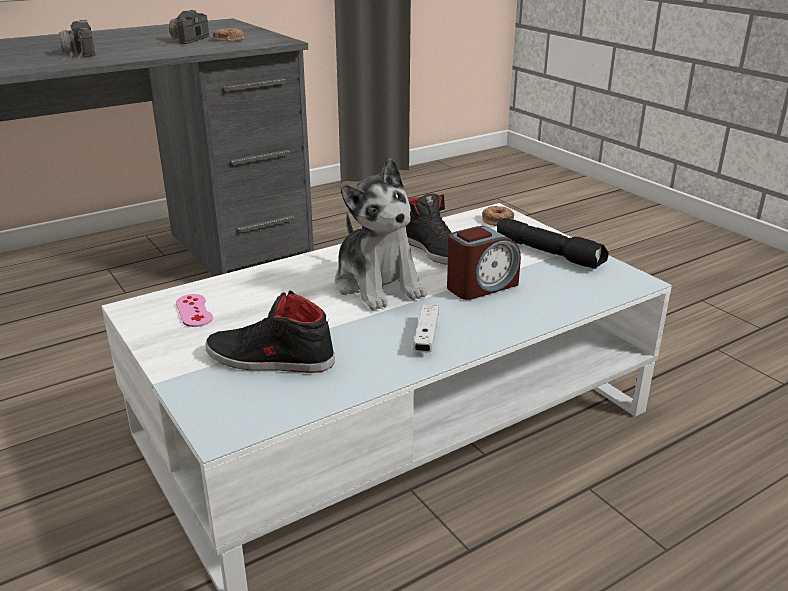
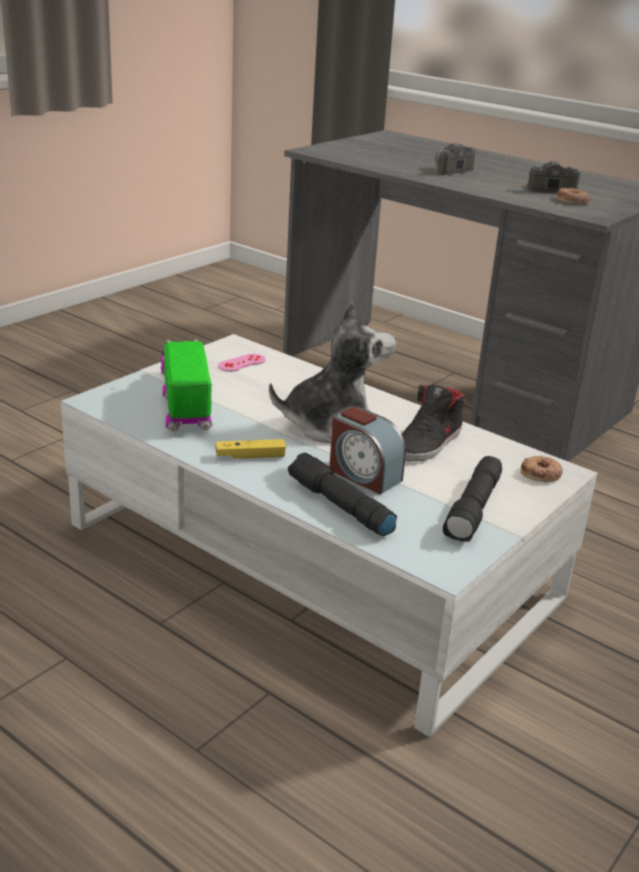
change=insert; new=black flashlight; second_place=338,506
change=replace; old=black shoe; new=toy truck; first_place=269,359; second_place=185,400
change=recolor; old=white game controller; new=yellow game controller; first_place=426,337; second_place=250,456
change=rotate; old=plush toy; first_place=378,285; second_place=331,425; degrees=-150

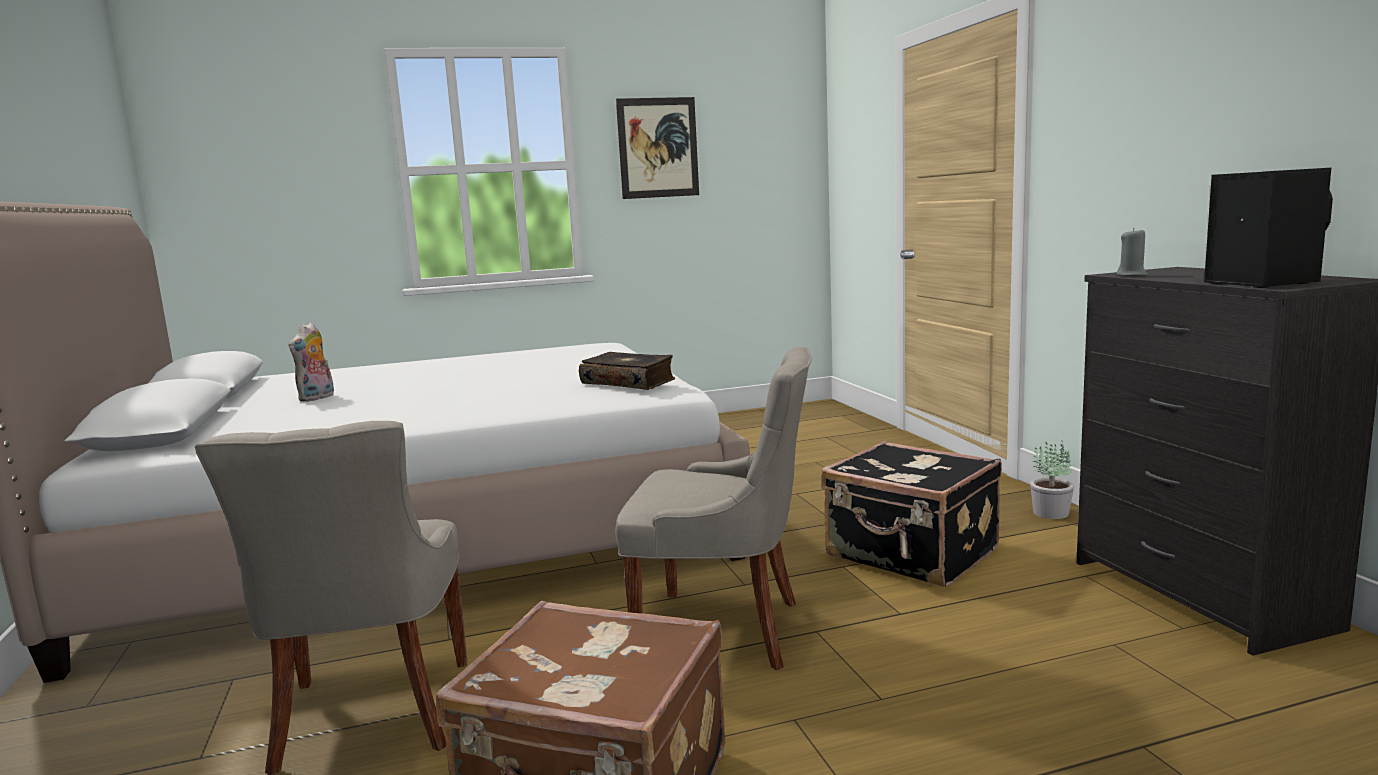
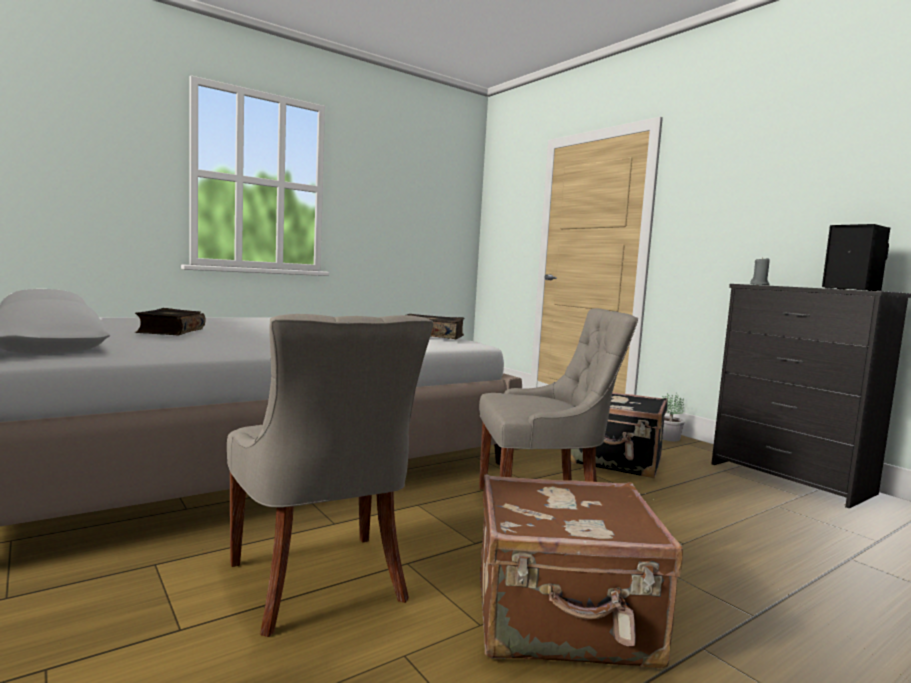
change=delete; old=picture; first_place=658,148
change=replace; old=plush toy; new=book; first_place=317,398; second_place=170,331

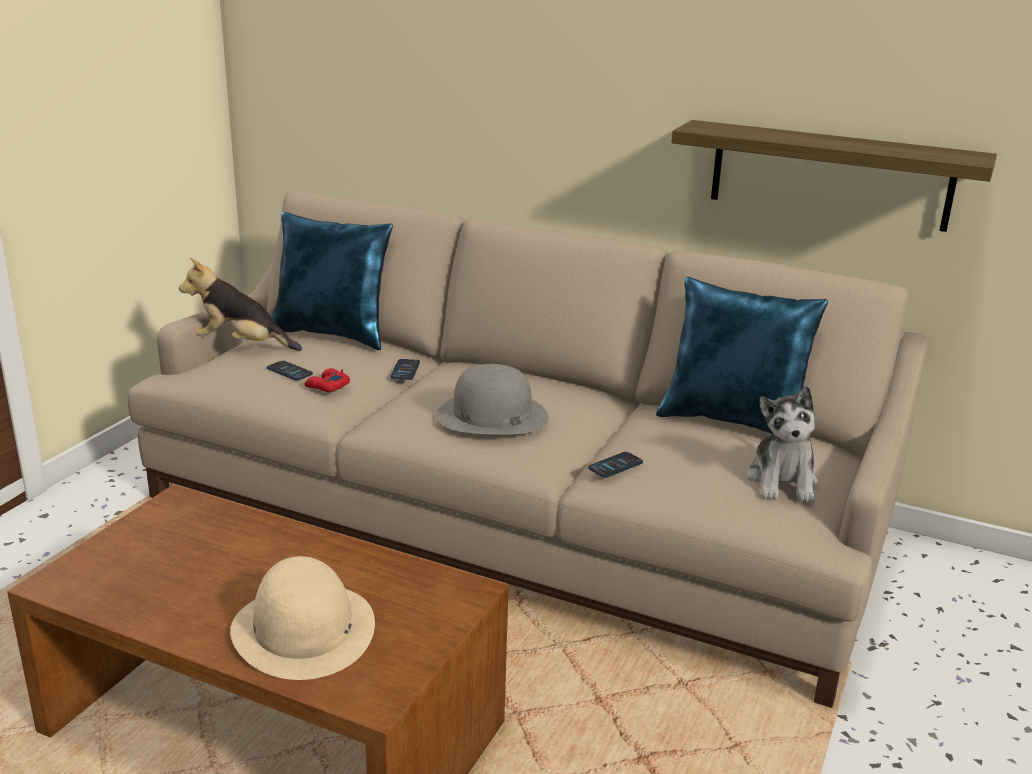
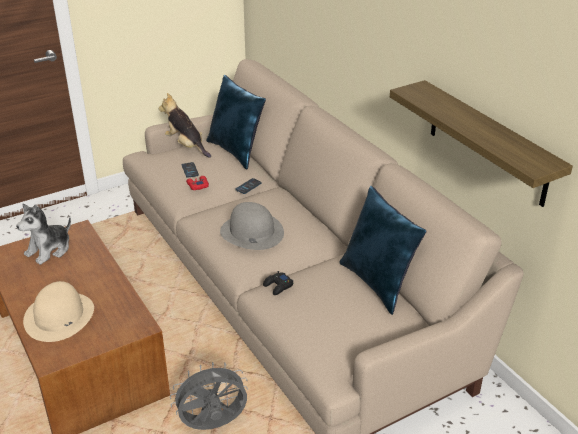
change=insert; new=grey fan; second_place=213,426
change=move; old=plush toy; first_place=782,481; second_place=49,250
change=replace; old=phone; new=black game controller; first_place=615,466; second_place=278,286

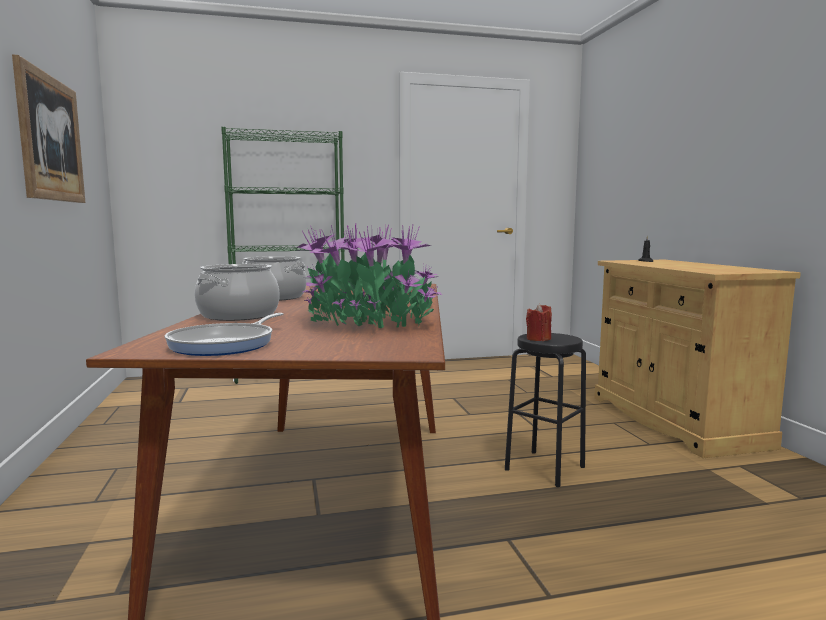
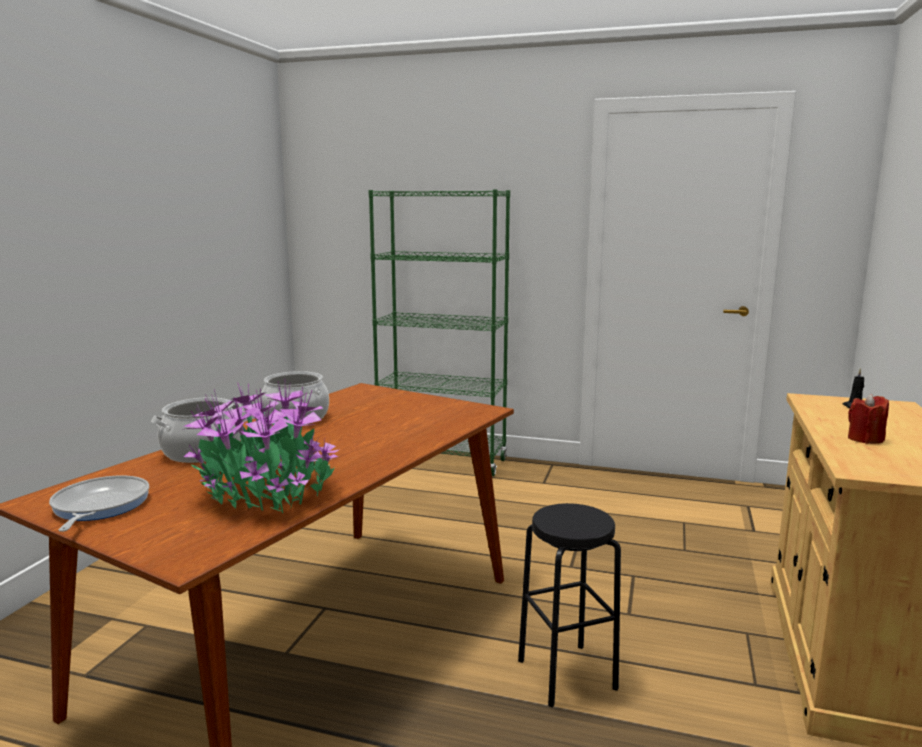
change=delete; old=picture; first_place=51,139
change=move; old=red candle; first_place=538,339; second_place=865,439
change=rotate; old=frying pan; first_place=226,344; second_place=98,507; degrees=120

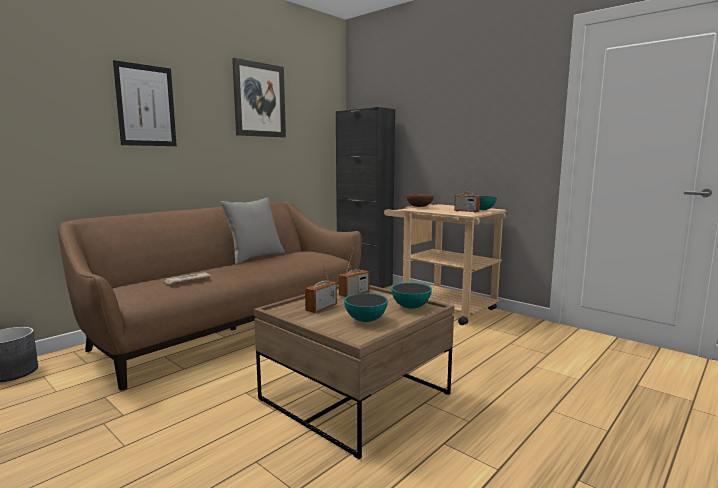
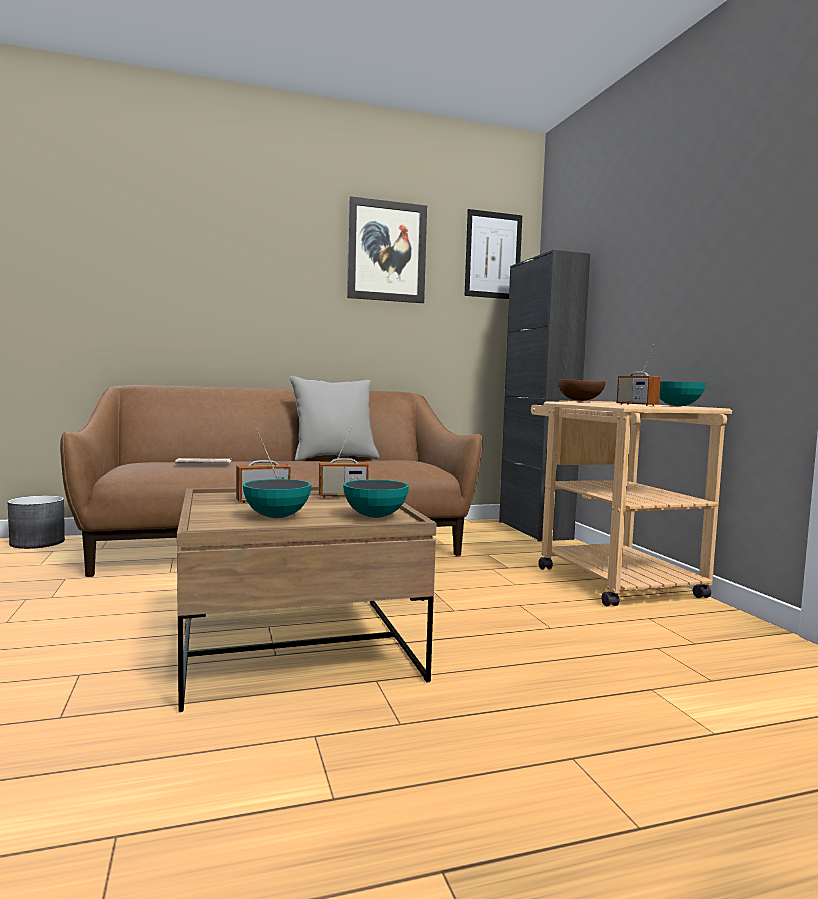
change=move; old=picture; first_place=146,105; second_place=493,255

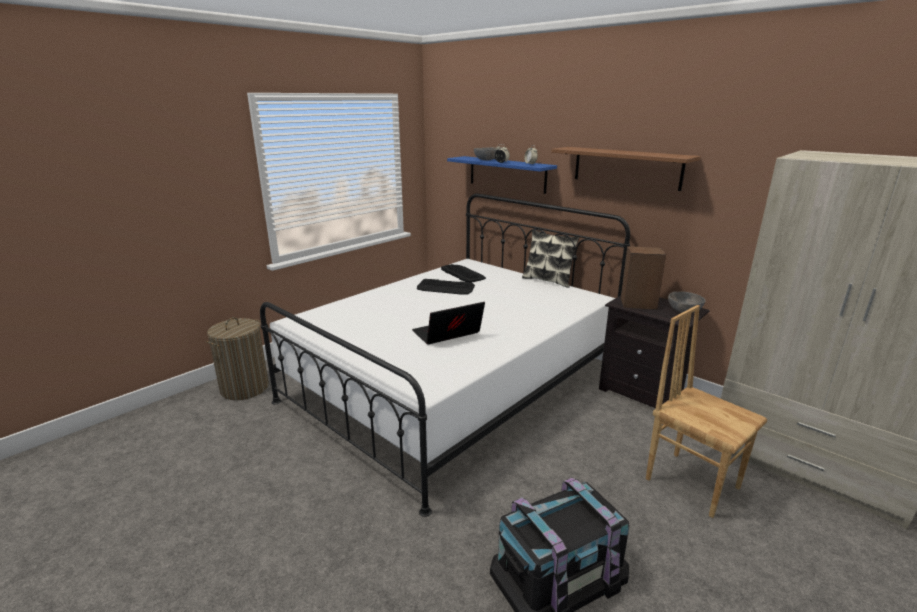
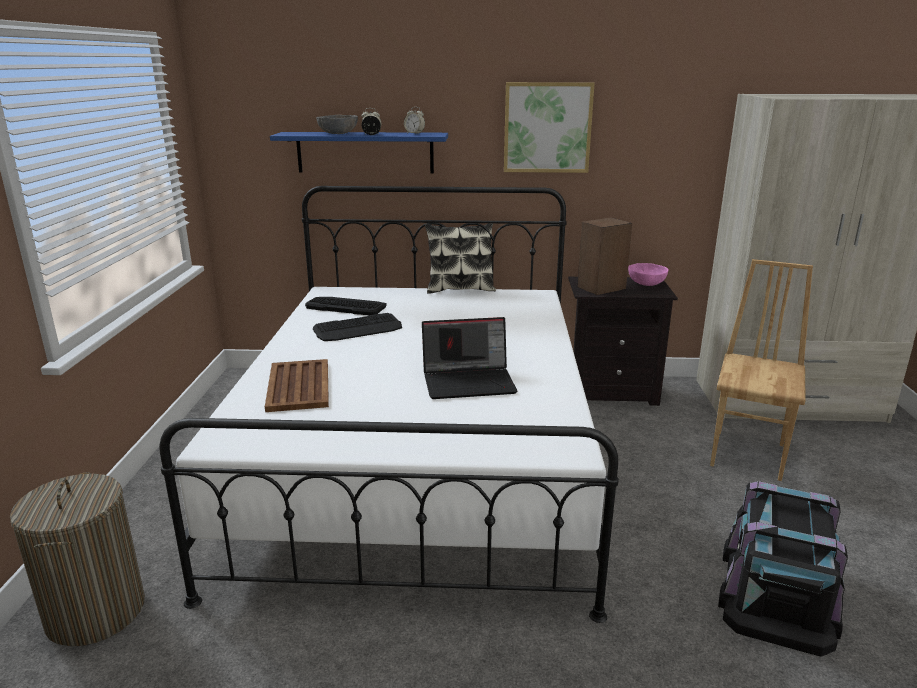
change=insert; new=brown tray; second_place=299,385
change=replace; old=brown shelf; new=picture; first_place=626,167; second_place=547,128
change=recolor; old=grey bowl; new=pink bowl; first_place=684,310; second_place=646,283
change=rotate; old=laptop; first_place=447,334; second_place=469,381; degrees=-120
change=rotate; old=brown chair; first_place=692,482; second_place=749,455; degrees=105

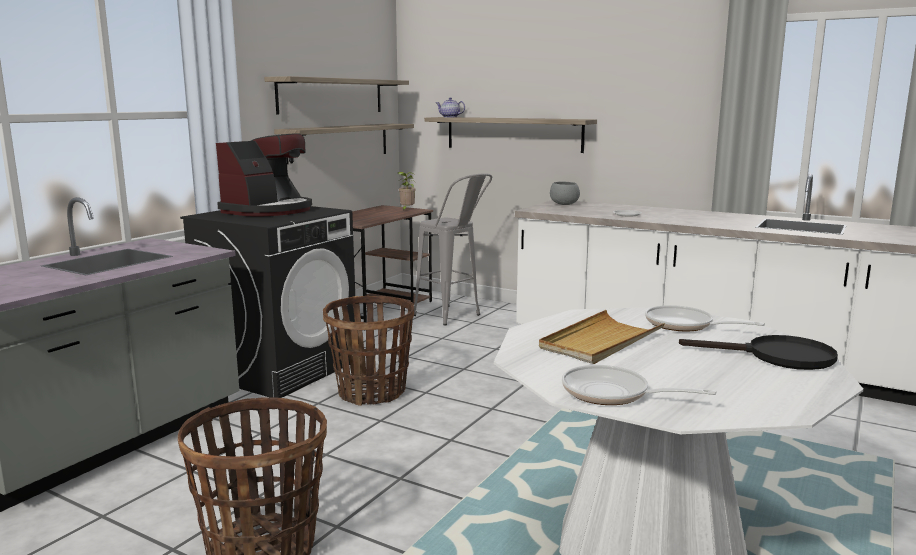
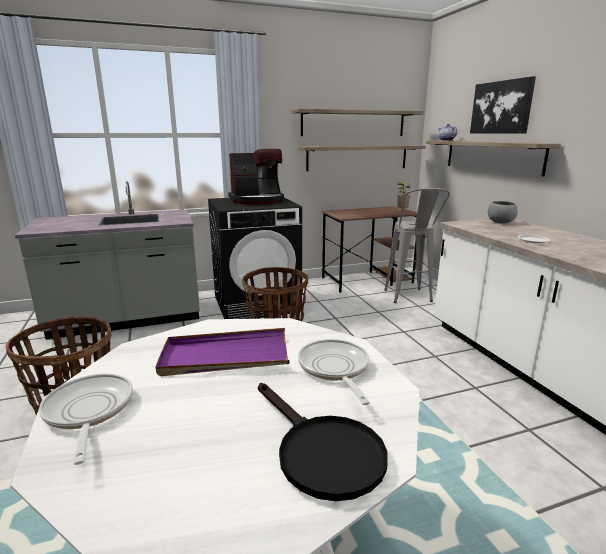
change=insert; new=picture; second_place=501,107
change=recolor; old=beige tray; new=purple tray; first_place=600,341; second_place=225,356

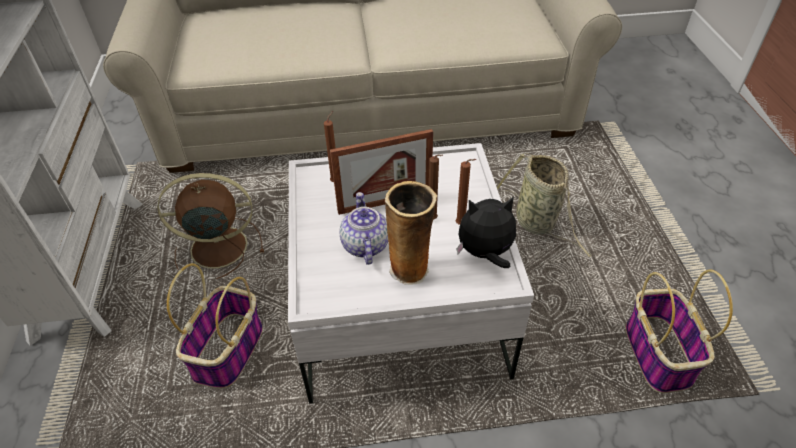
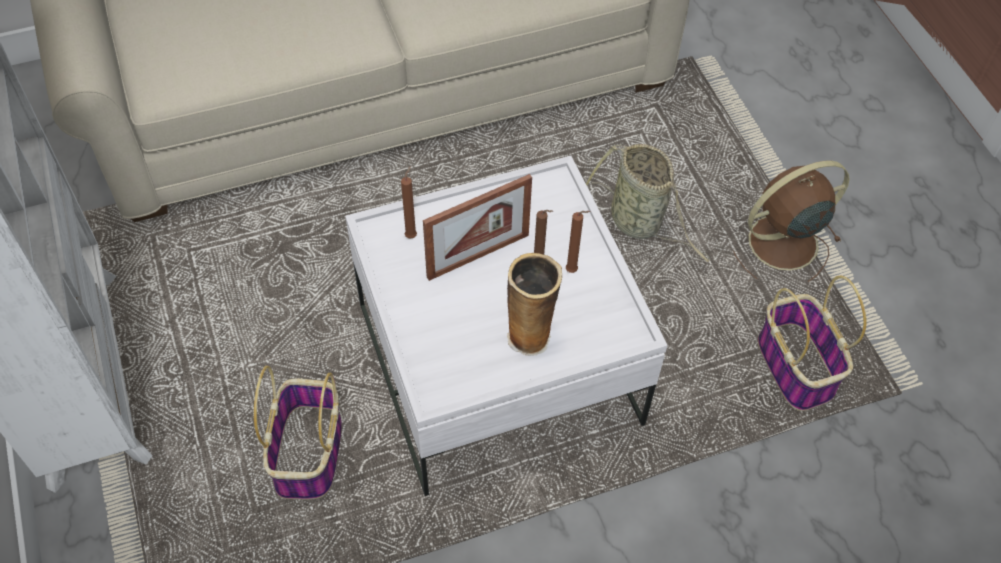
change=delete; old=teapot; first_place=364,245
change=delete; old=plush toy; first_place=485,254
change=move; old=brown fan; first_place=216,248; second_place=779,244

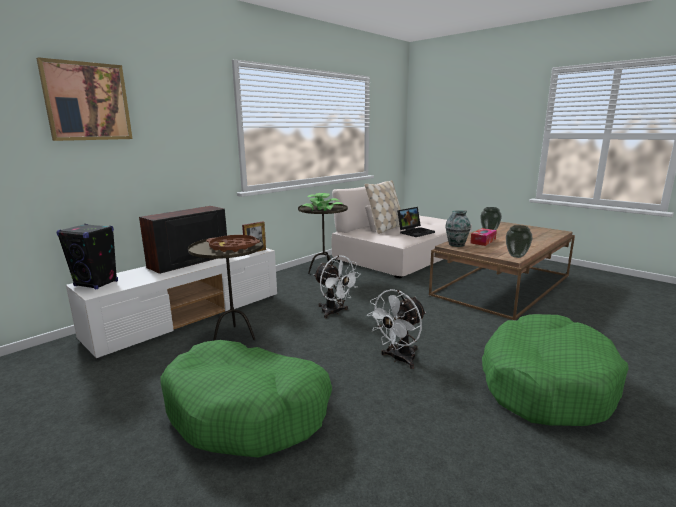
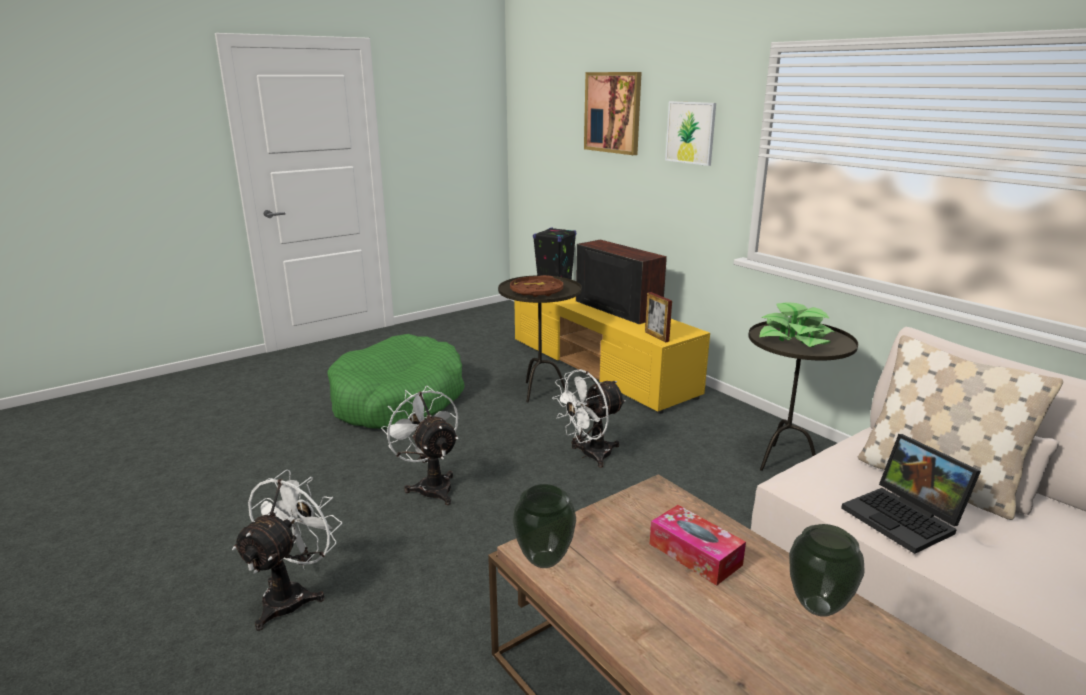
change=delete; old=vase; first_place=456,245
change=insert; new=picture; second_place=690,132
change=replace; old=green dog bed; new=white fan; first_place=545,383; second_place=293,595
change=recolor; old=white tv stand; new=yellow tv stand; first_place=189,316; second_place=602,368

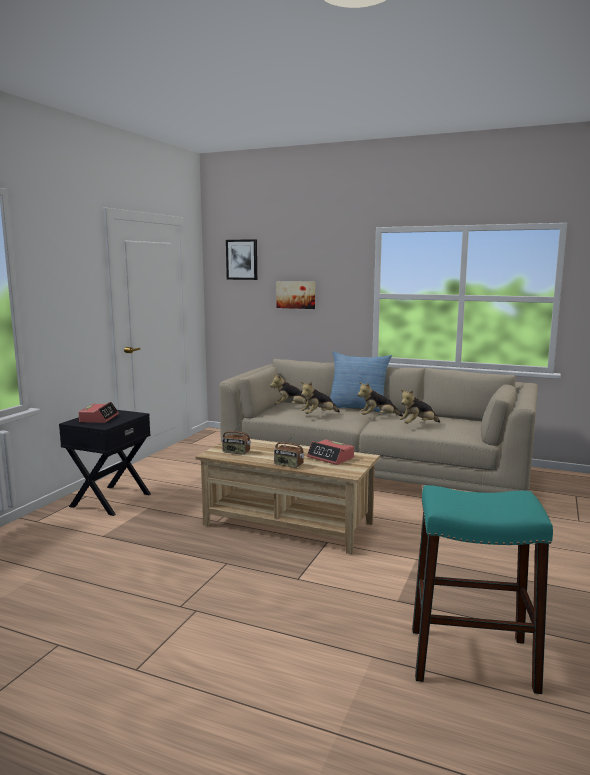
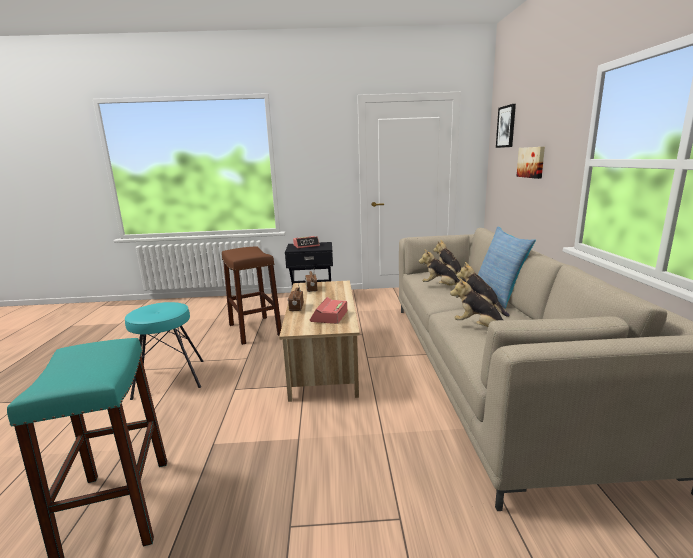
change=insert; new=turquoise stool; second_place=169,378
change=insert; new=brown stool; second_place=255,330

